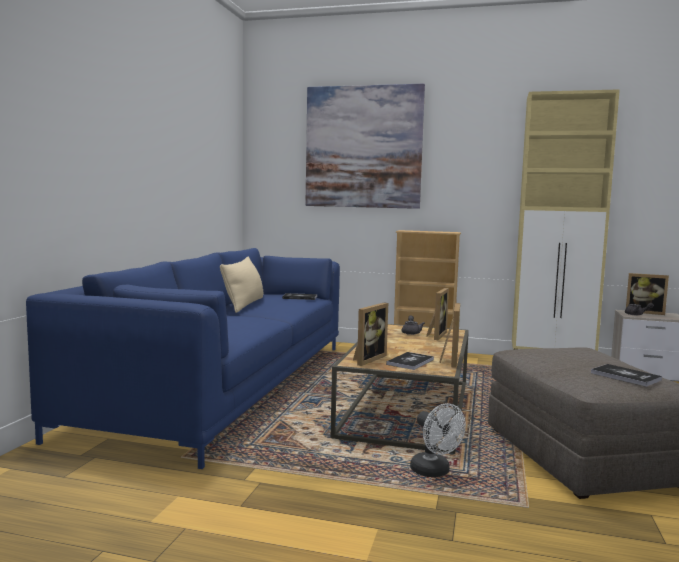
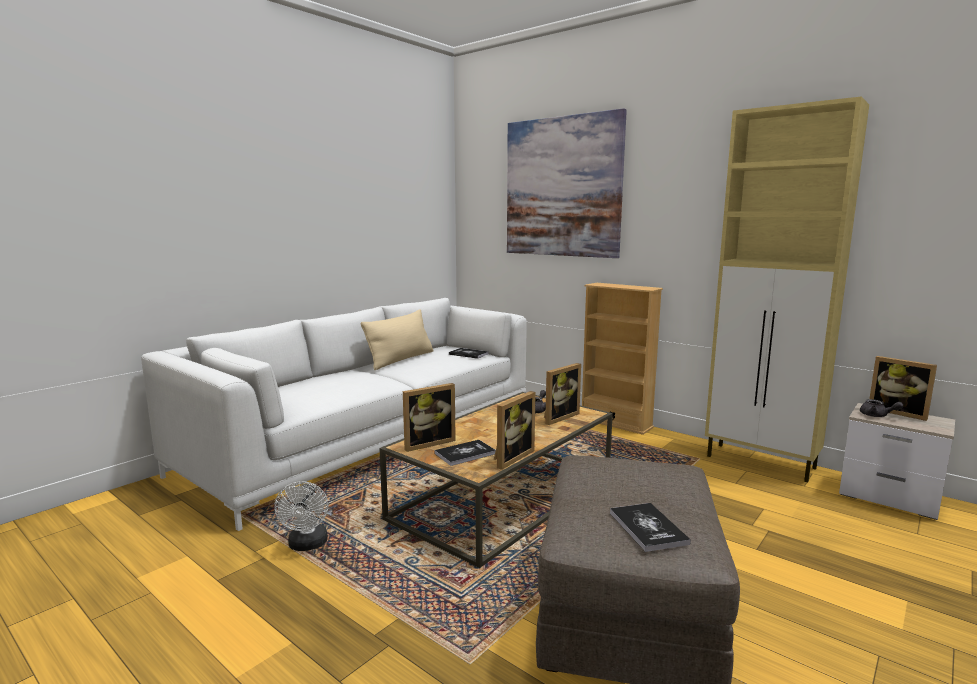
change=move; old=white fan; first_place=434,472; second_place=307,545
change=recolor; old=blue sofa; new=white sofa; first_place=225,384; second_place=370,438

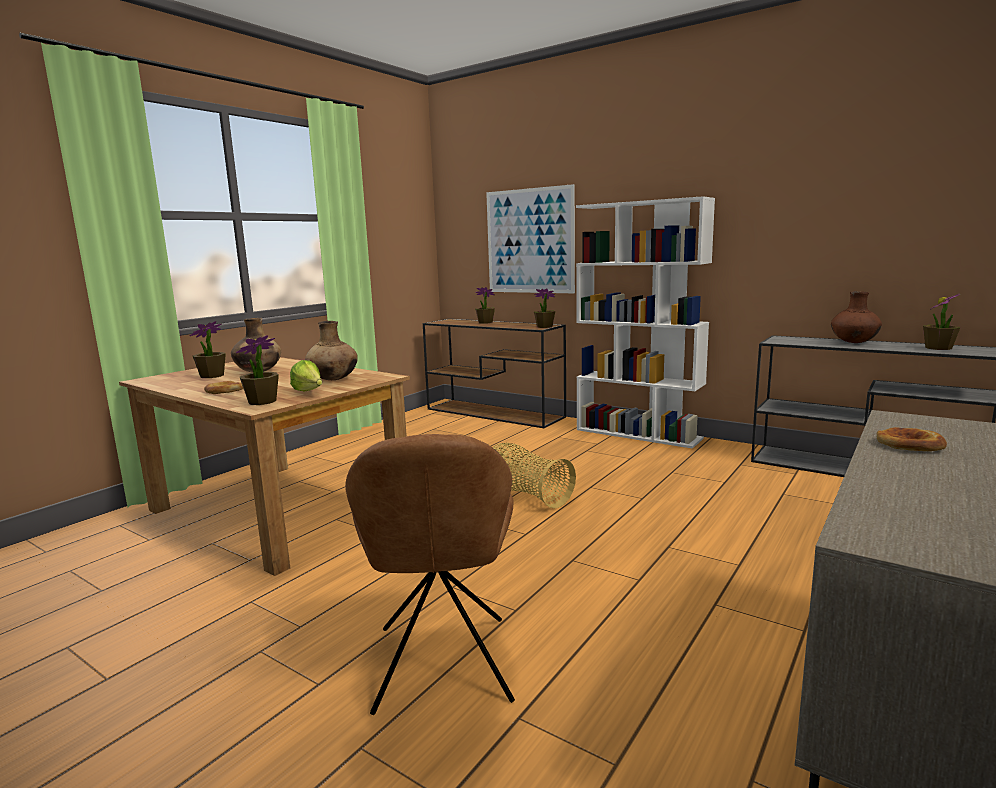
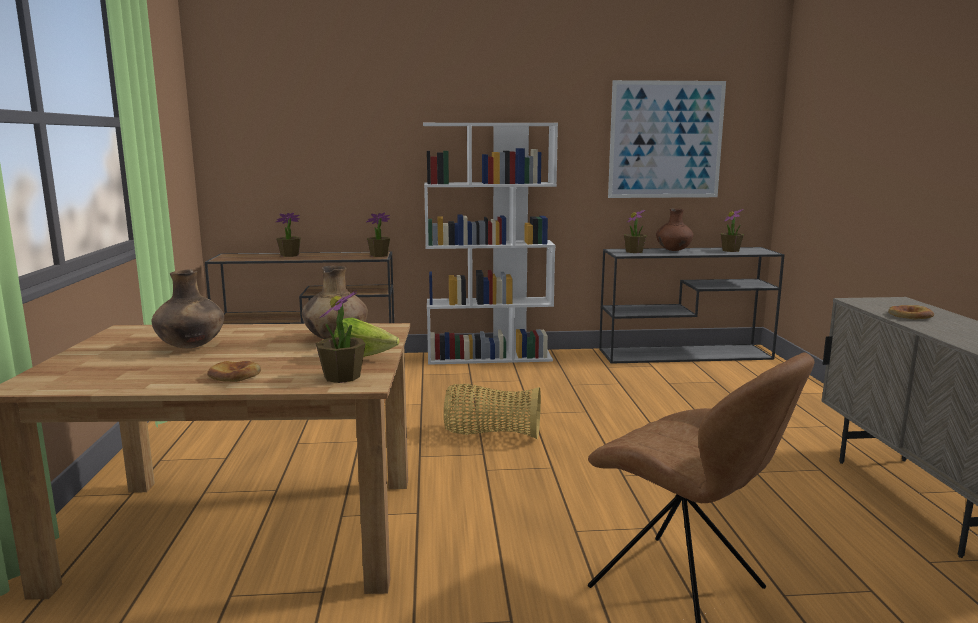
change=move; old=potted plant; first_place=212,376; second_place=634,252
change=move; old=picture; first_place=529,241; second_place=666,140

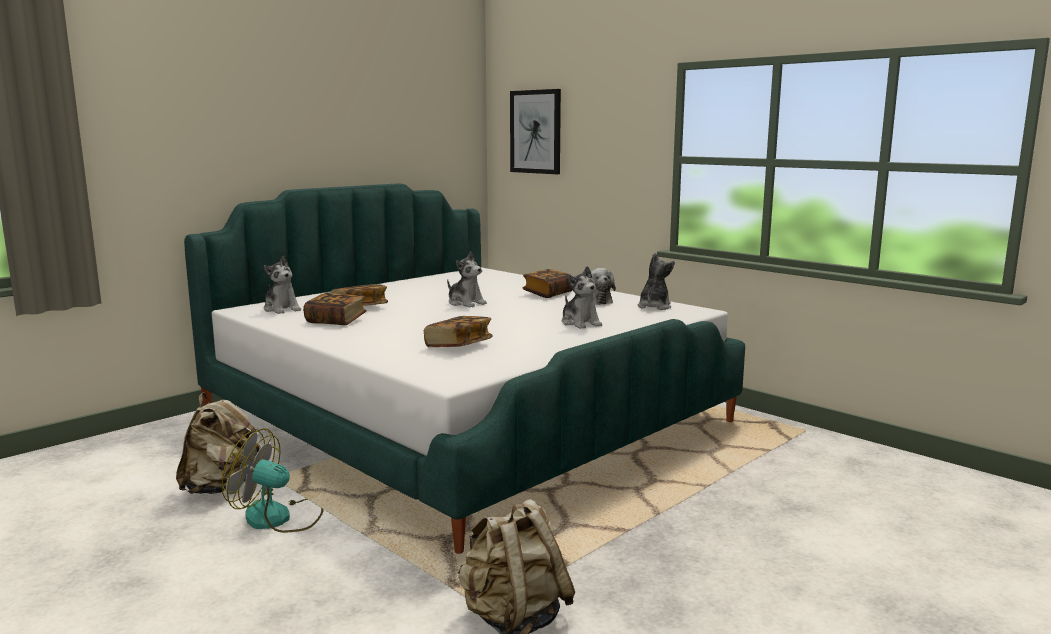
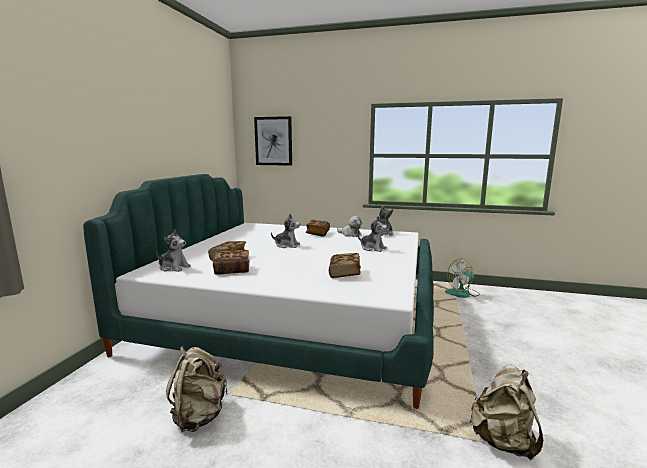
change=move; old=fan; first_place=278,518; second_place=462,293

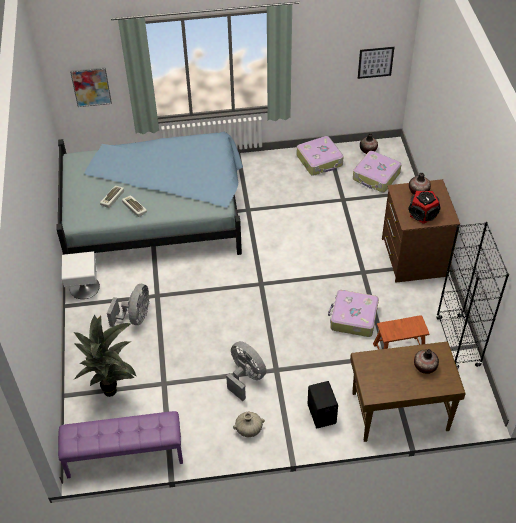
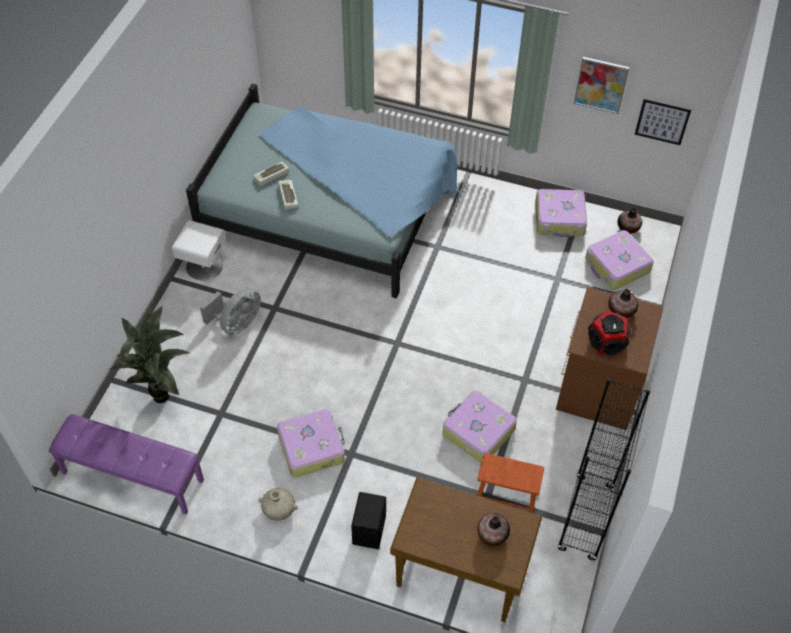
change=move; old=picture; first_place=91,86; second_place=601,85
change=replace; old=grey fan; new=suitcase; first_place=245,377; second_place=312,447

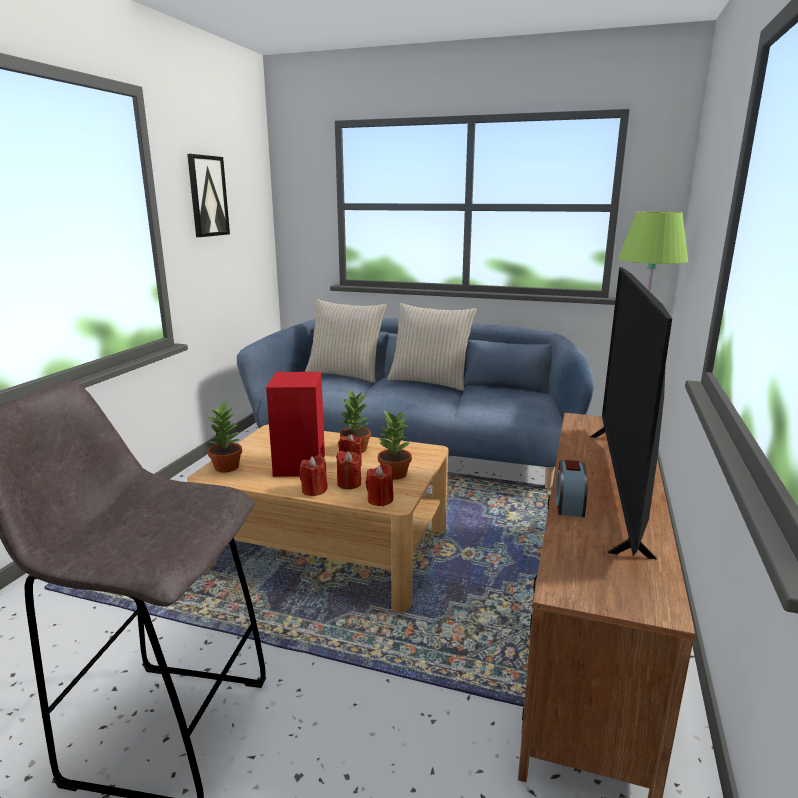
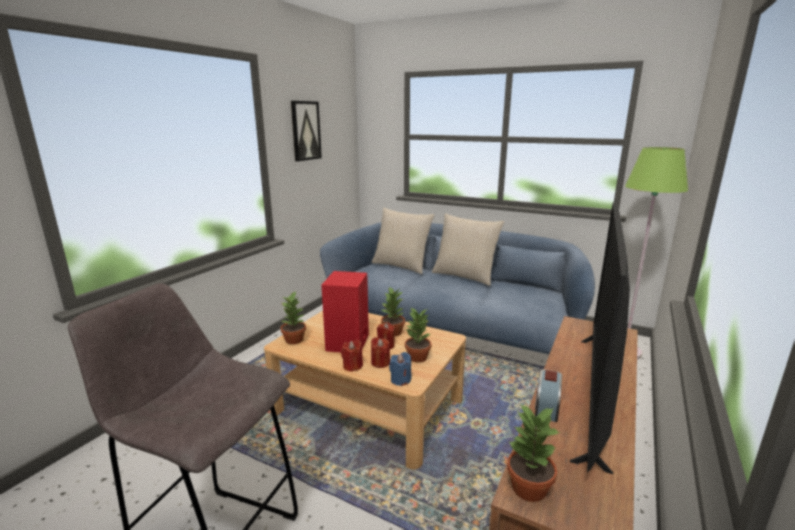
change=insert; new=potted plant; second_place=528,488
change=recolor; old=red candle; new=blue candle; first_place=380,500; second_place=400,380

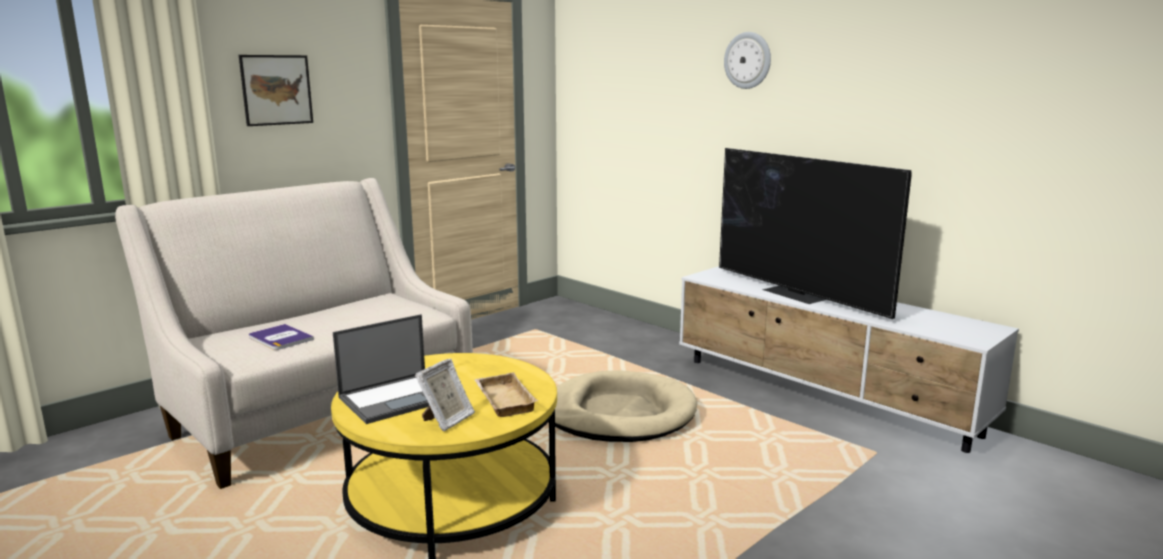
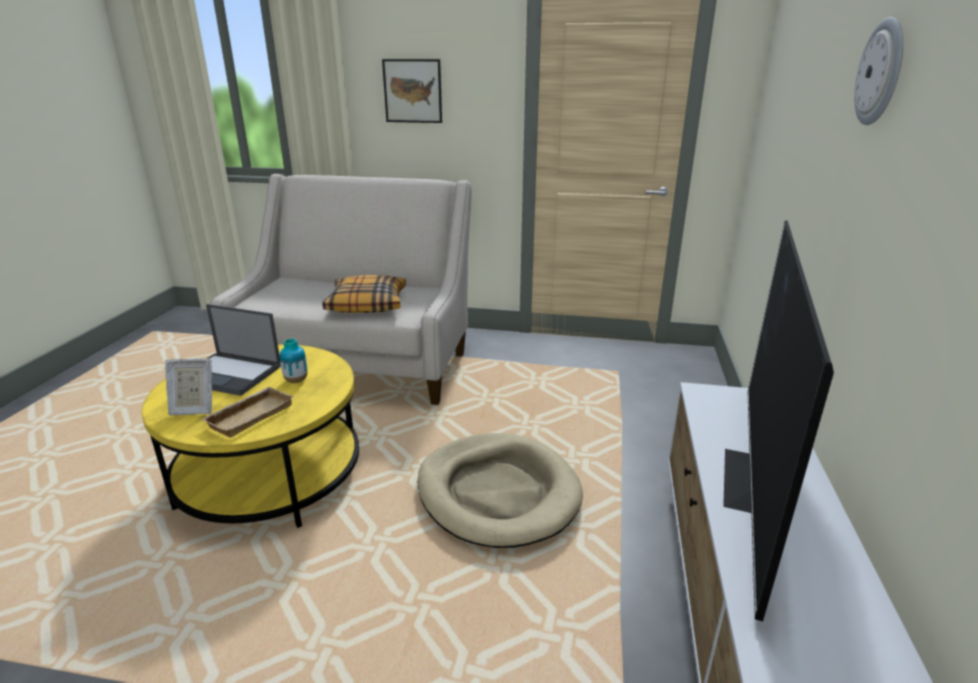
change=delete; old=book; first_place=280,338
change=insert; new=vase; second_place=296,380
change=insert; new=pillow; second_place=367,304

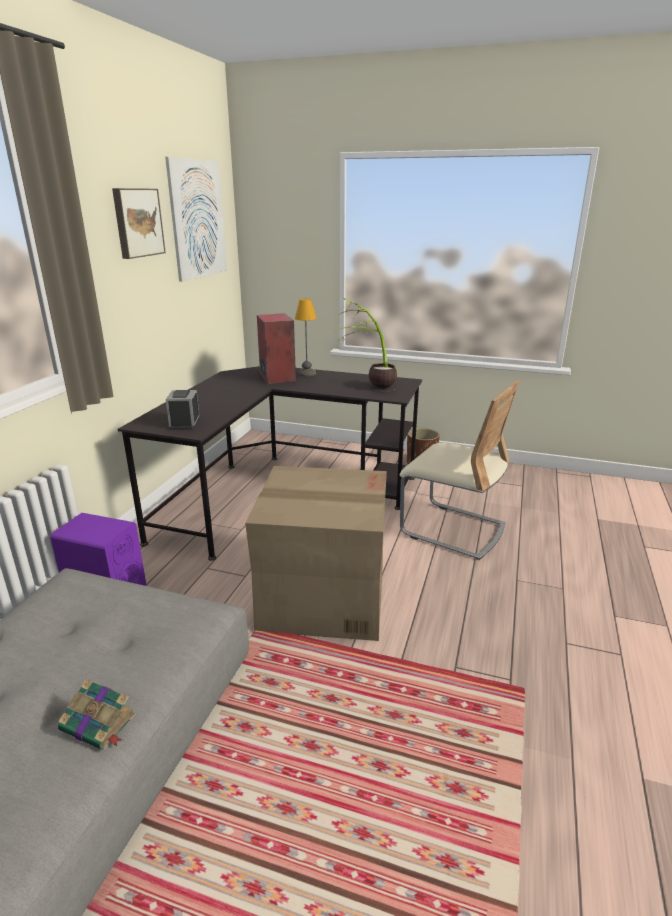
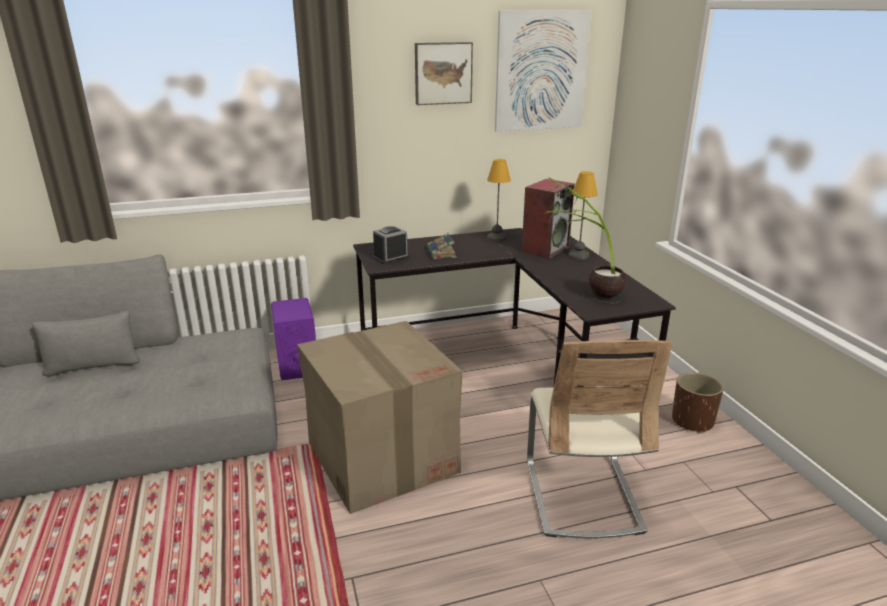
change=insert; new=table lamp; second_place=496,238
change=move; old=book; first_place=99,723; second_place=441,253

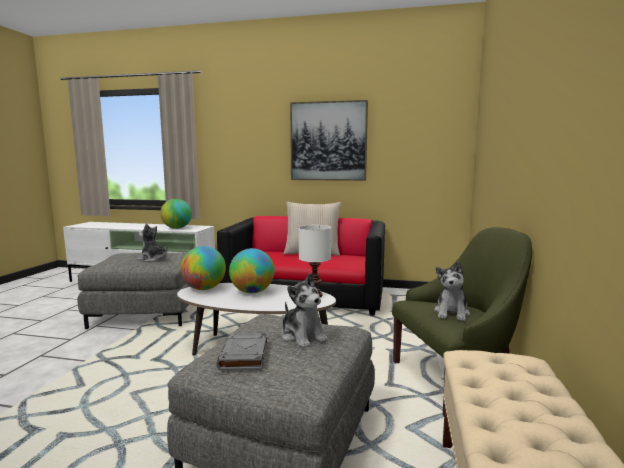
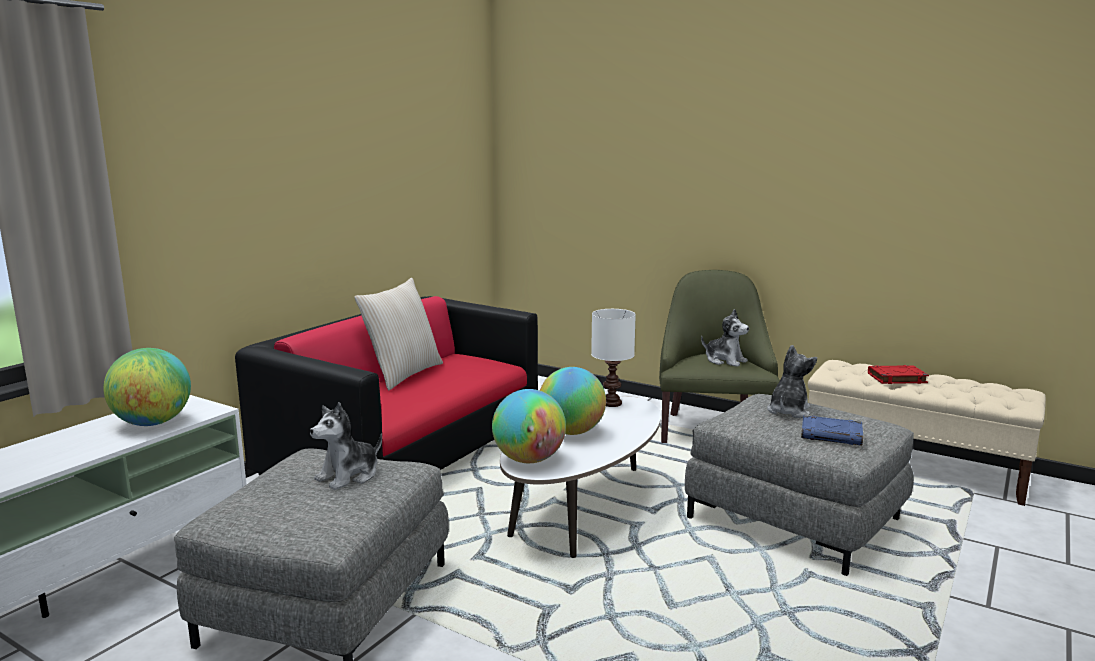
change=delete; old=picture; first_place=328,141
change=insert; new=red book; second_place=896,378
change=recolor; old=grey book; new=blue book; first_place=244,356; second_place=832,435
change=rotate; old=plush toy; first_place=303,336; second_place=788,411; degrees=-45

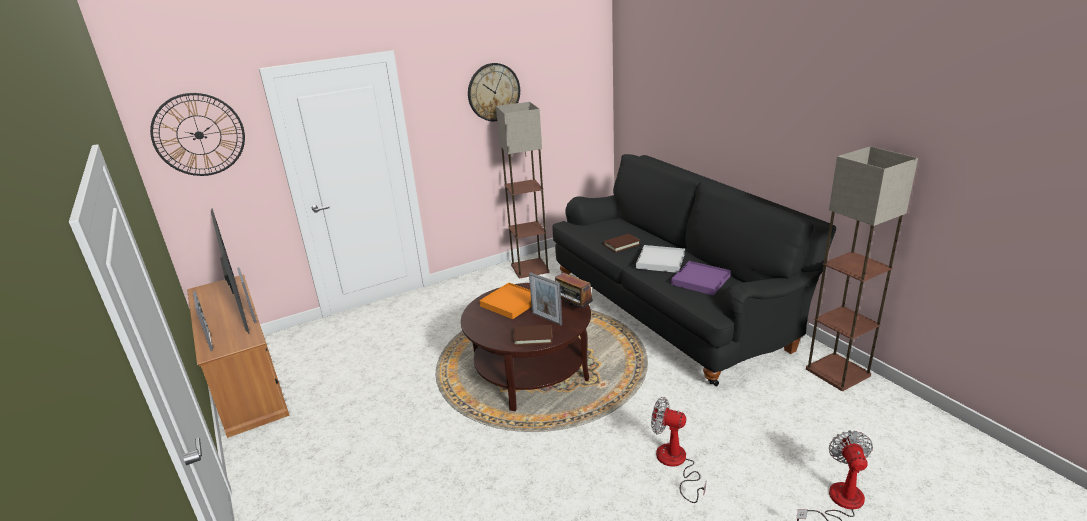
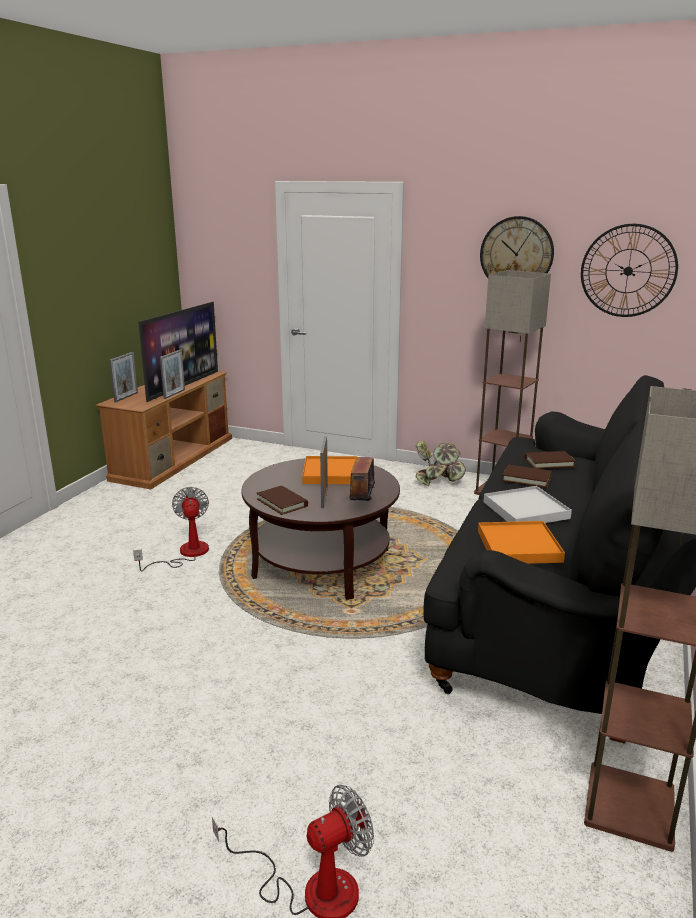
change=insert; new=potted plant; second_place=438,480
change=insert; new=brown book; second_place=549,462
change=move; old=wall clock; first_place=199,135; second_place=628,271
change=move; old=fan; first_place=675,464; second_place=185,554
change=recolor; old=purple tray; new=orange tray; first_place=701,280; second_place=519,546

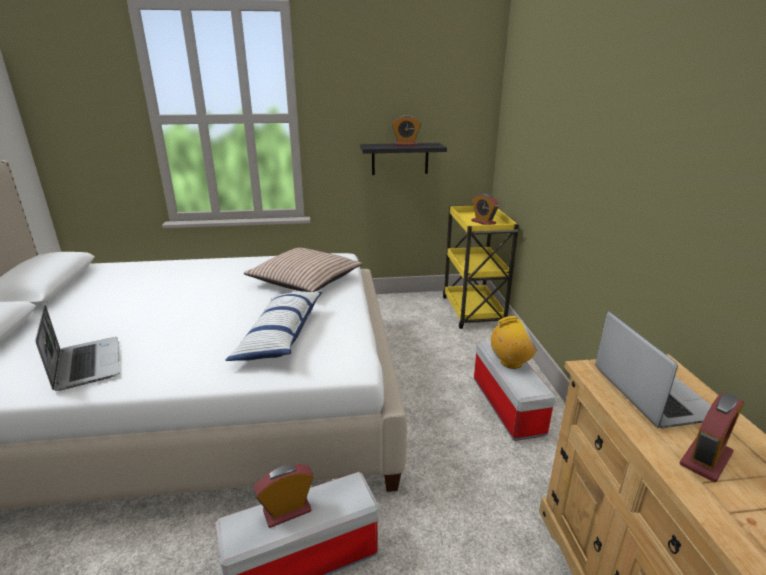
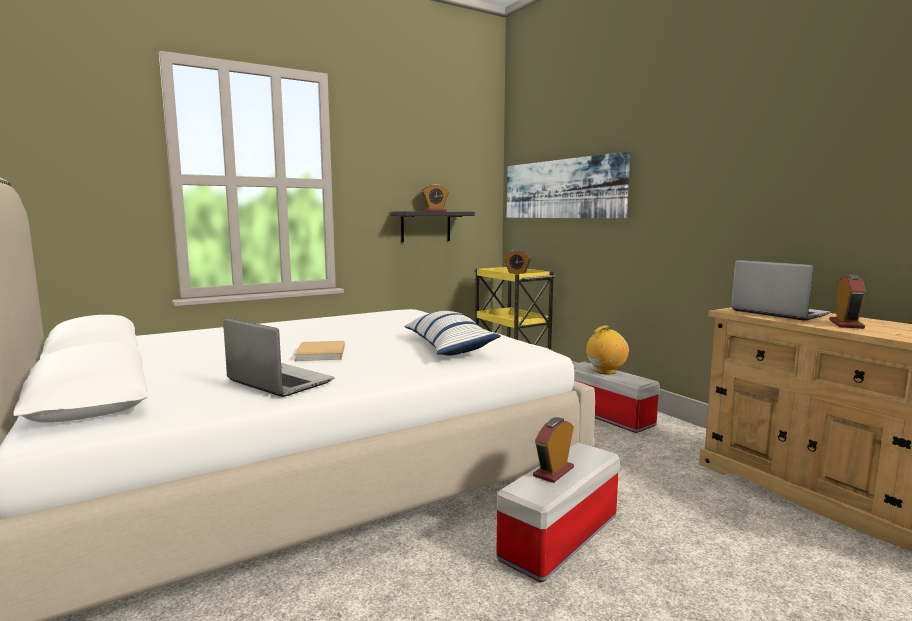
change=delete; old=pillow; first_place=305,280
change=insert; new=beige book; second_place=320,354
change=insert; new=picture; second_place=561,189

